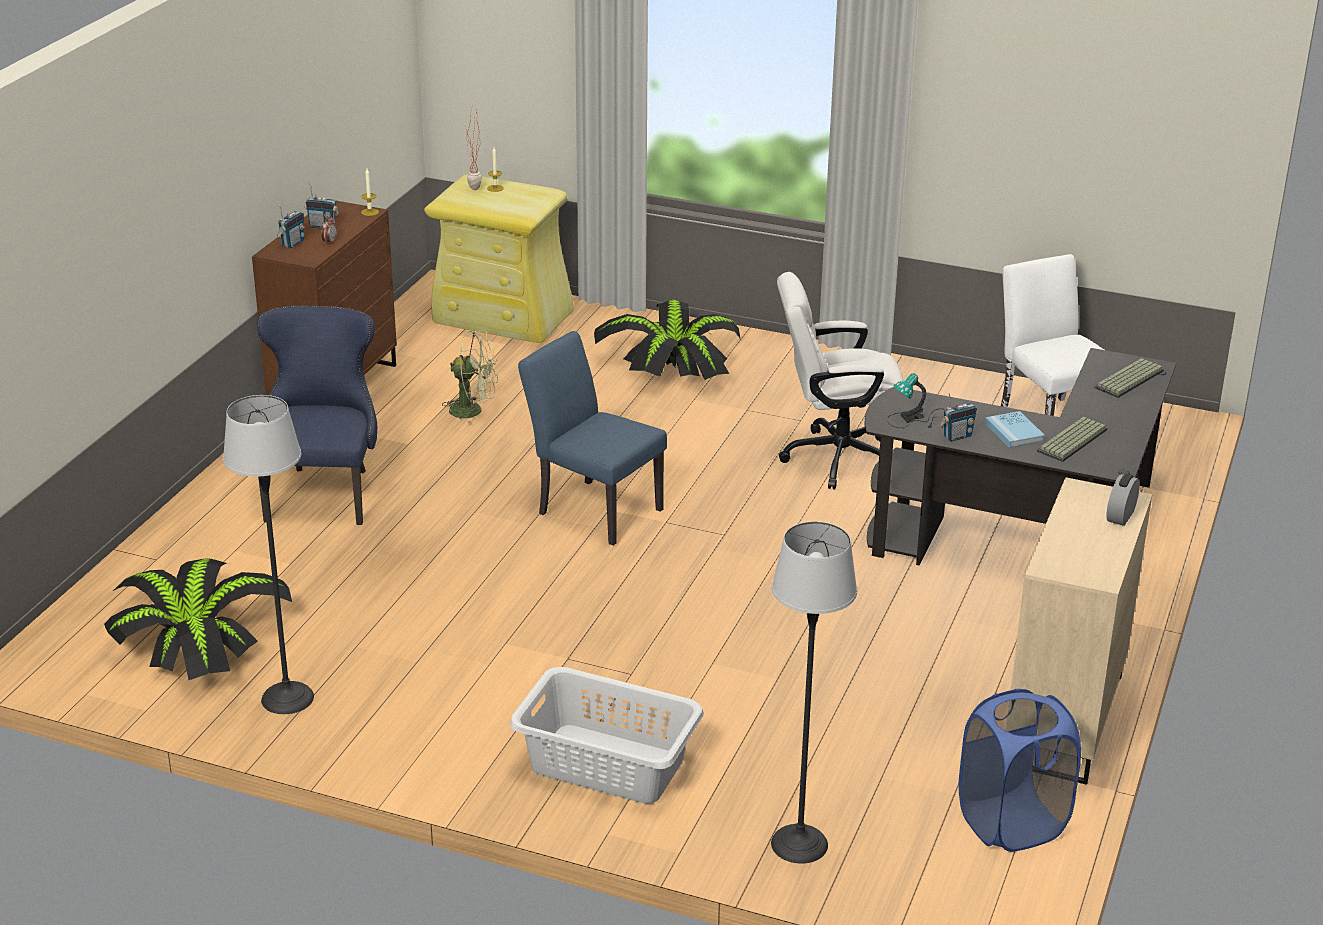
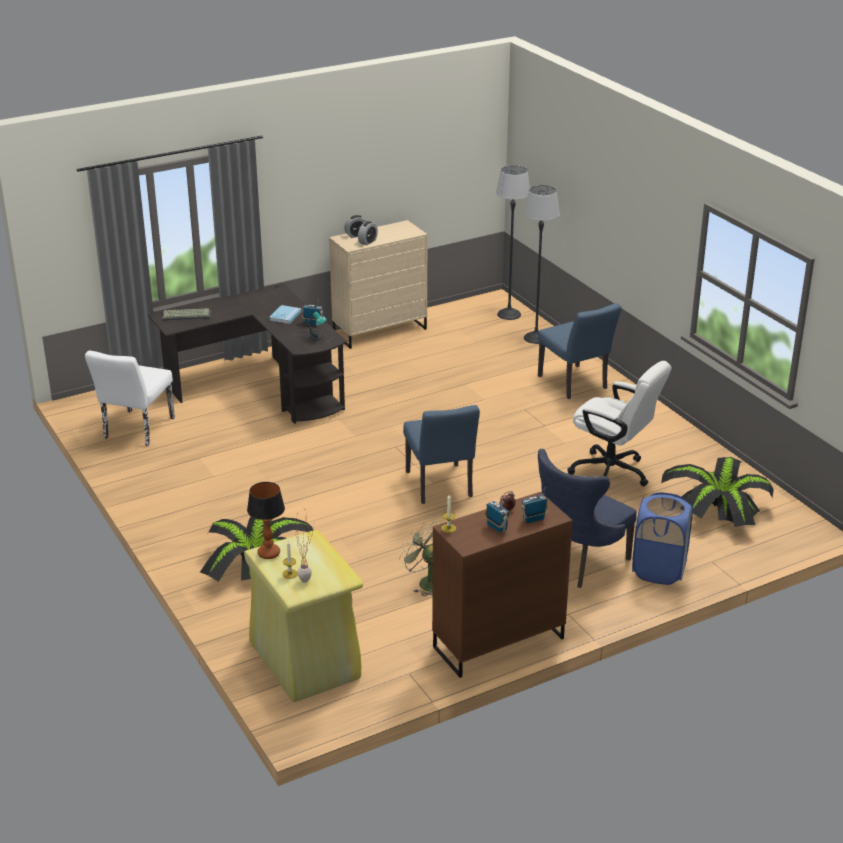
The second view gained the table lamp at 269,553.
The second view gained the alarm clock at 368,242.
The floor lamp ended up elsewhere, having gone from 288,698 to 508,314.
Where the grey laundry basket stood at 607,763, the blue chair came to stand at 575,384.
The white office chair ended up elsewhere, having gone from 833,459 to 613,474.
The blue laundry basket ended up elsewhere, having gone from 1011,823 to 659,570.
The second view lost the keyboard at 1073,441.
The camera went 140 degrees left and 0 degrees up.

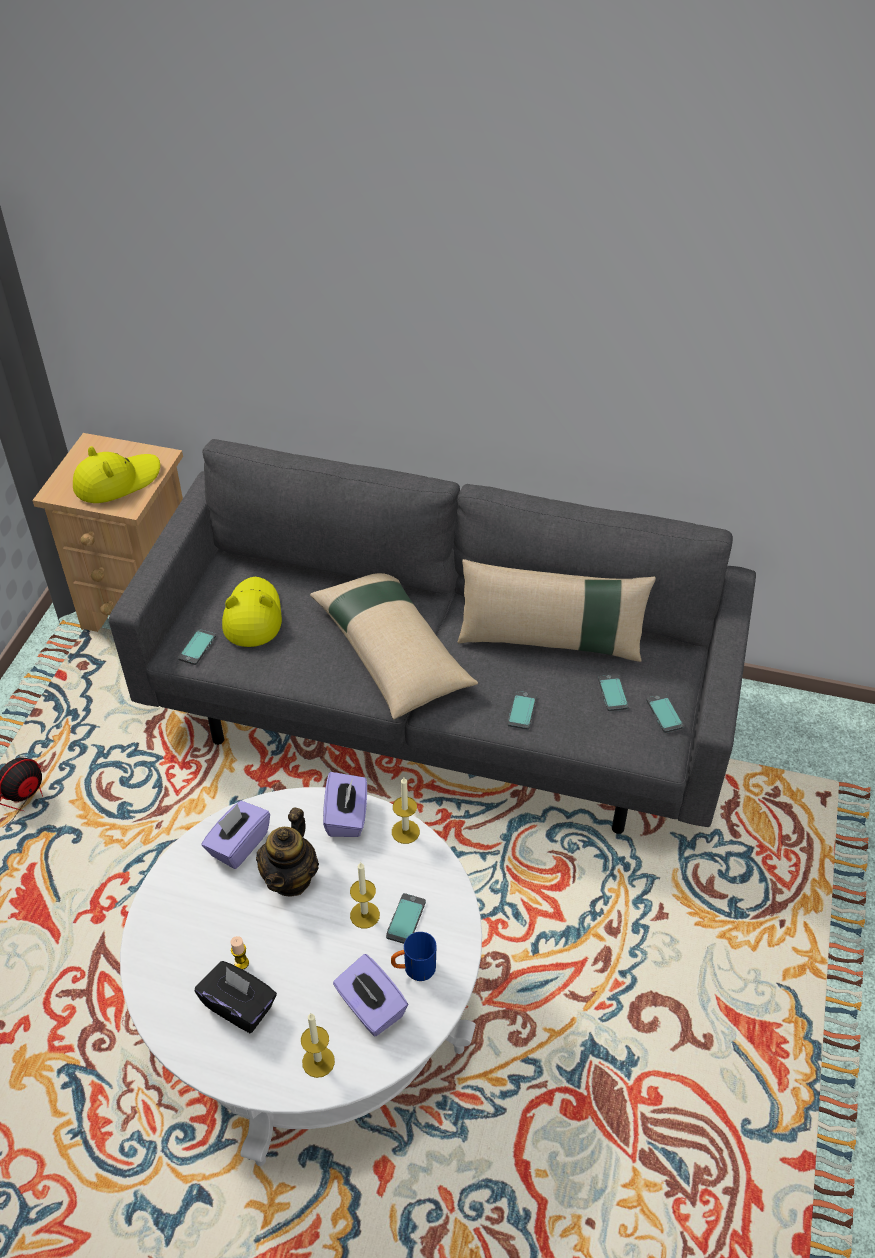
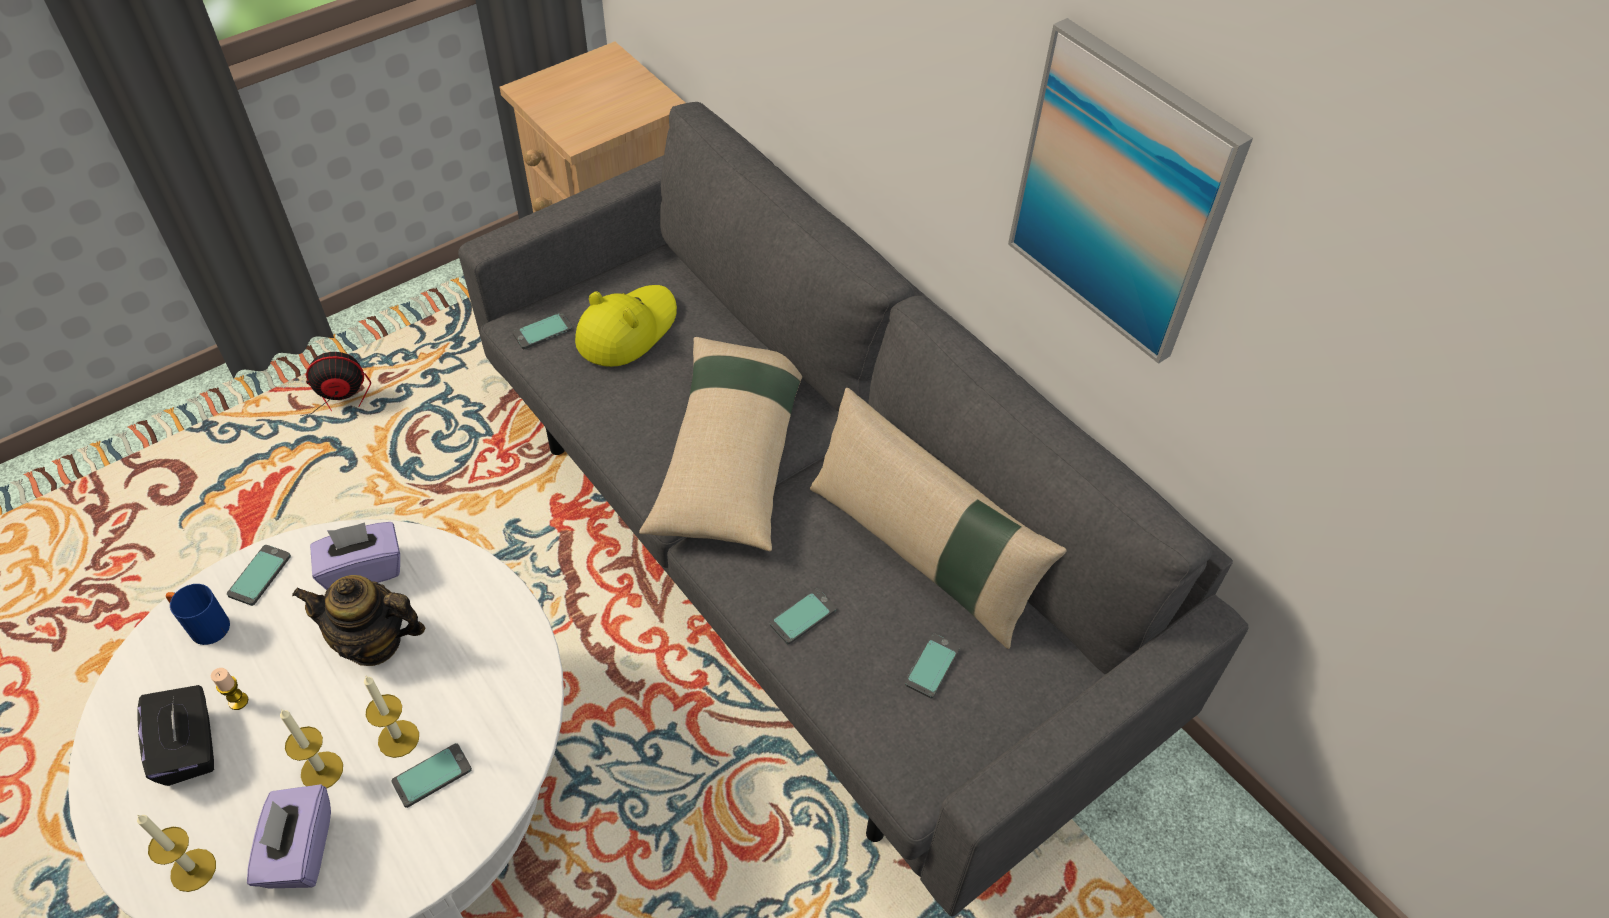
The blue mug ended up elsewhere, having gone from 413,969 to 203,626.
The phone ended up elsewhere, having gone from 664,714 to 259,575.
The candle ended up elsewhere, having gone from 405,831 to 322,770.
The teapot at 291,878 ended up facing another way, 45 degrees clockwise from before.
The second view gained the picture at 1121,194.
The second view lost the yellow hat at 117,481.
The second view lost the purple tissue box at 347,817.
The camera went 35 degrees right and 5 degrees up.

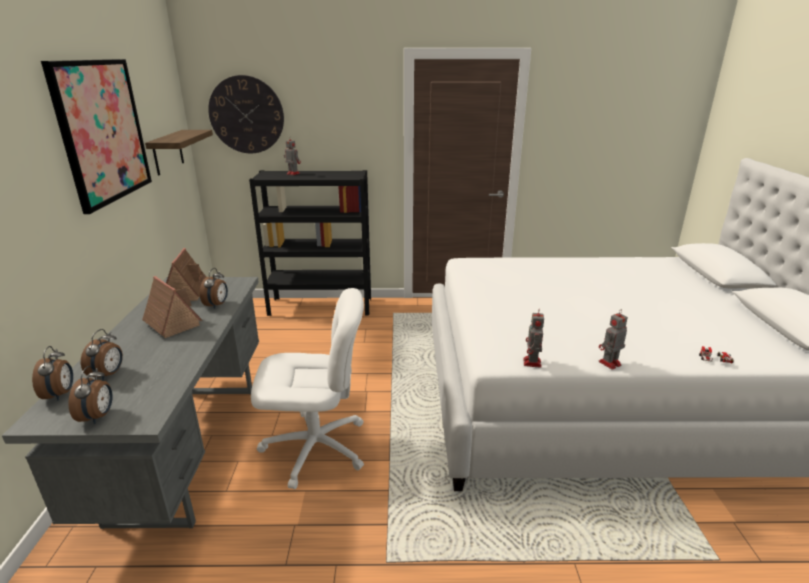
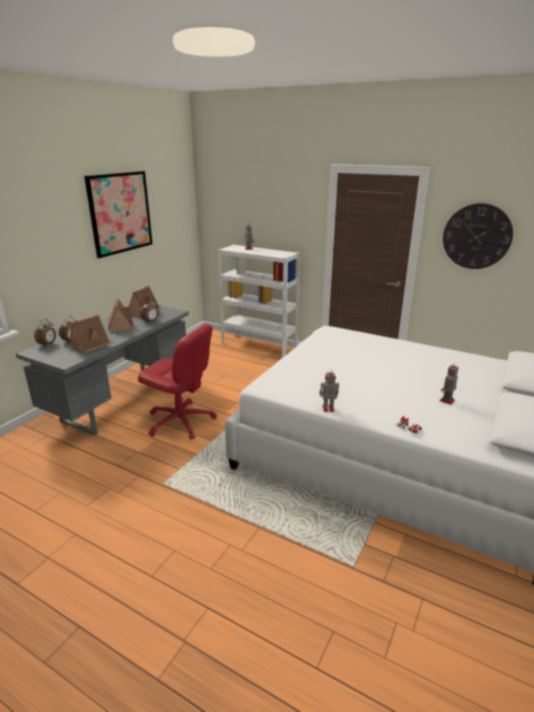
The second view gained the toy house at 92,345.
What was the white office chair at 316,447 turned into the red office chair at 180,421.
What was the black bookcase at 321,306 turned into the white bookcase at 259,346.
The toy robot ended up elsewhere, having gone from 532,363 to 446,401.
The wall clock ended up elsewhere, having gone from 246,115 to 476,236.
The second view lost the alarm clock at 98,416.
The second view lost the shelf at 168,152.
The camera went 30 degrees right and 0 degrees up.

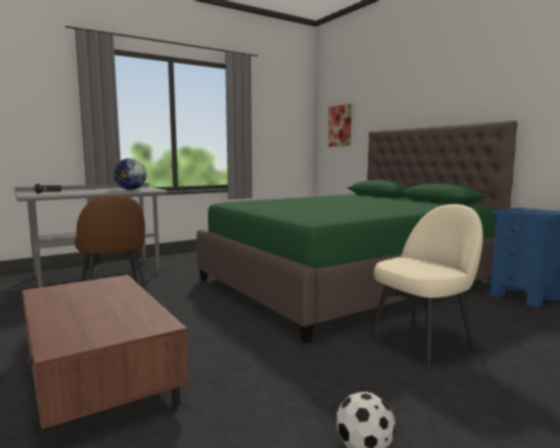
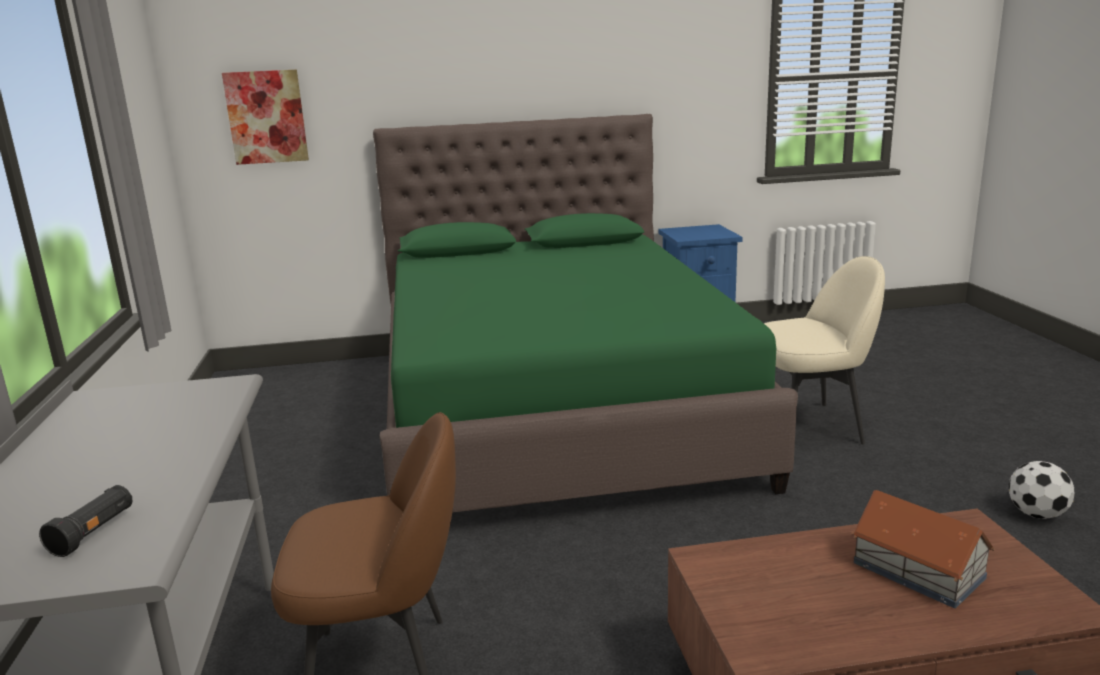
The beige chair at 422,343 ended up facing another way, 90 degrees clockwise from before.
The second view gained the toy house at 919,571.
The second view lost the globe at 130,189.
The camera went 65 degrees left and 10 degrees up.

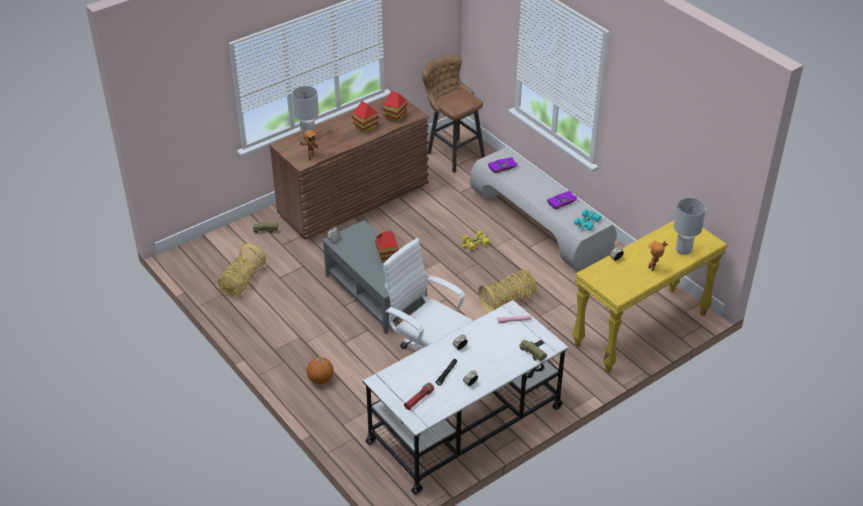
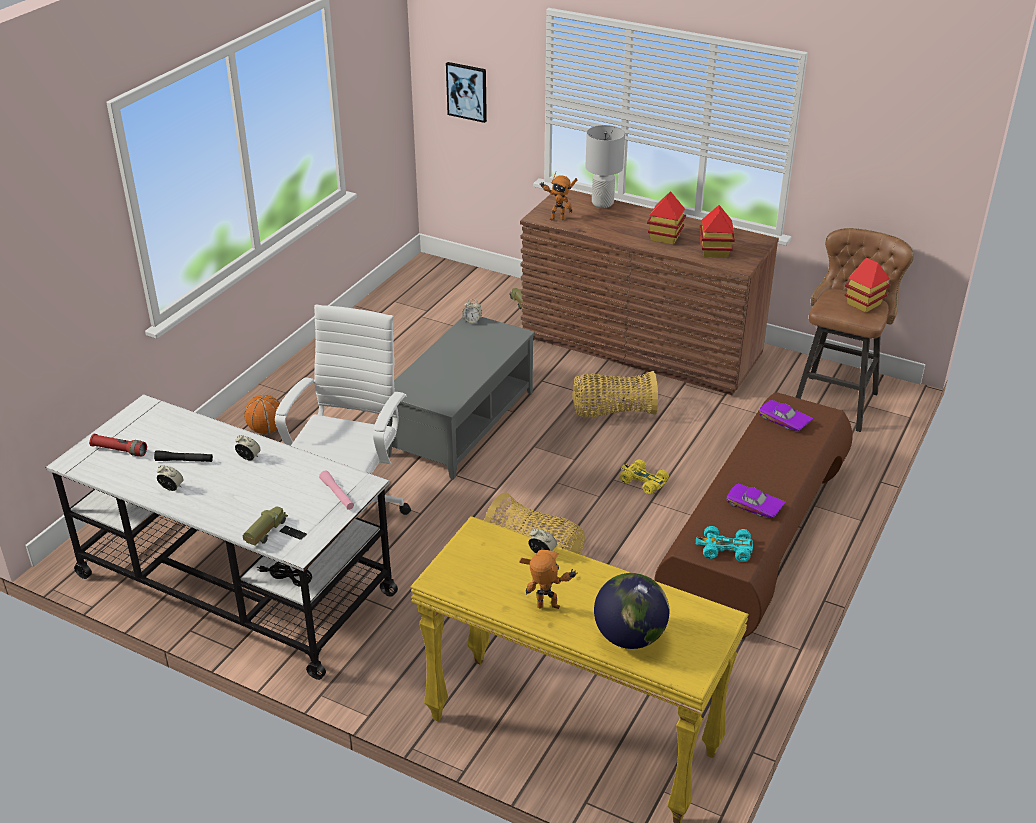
The second view gained the picture at 467,91.
The basket ended up elsewhere, having gone from 242,281 to 612,412.
Where the grey table lamp stood at 683,251, the globe came to stand at 630,636.
What was the grey bench at 540,222 turned into the brown bench at 756,534.
The toy house ended up elsewhere, having gone from 387,256 to 863,304.
The camera went 65 degrees right and 5 degrees down.

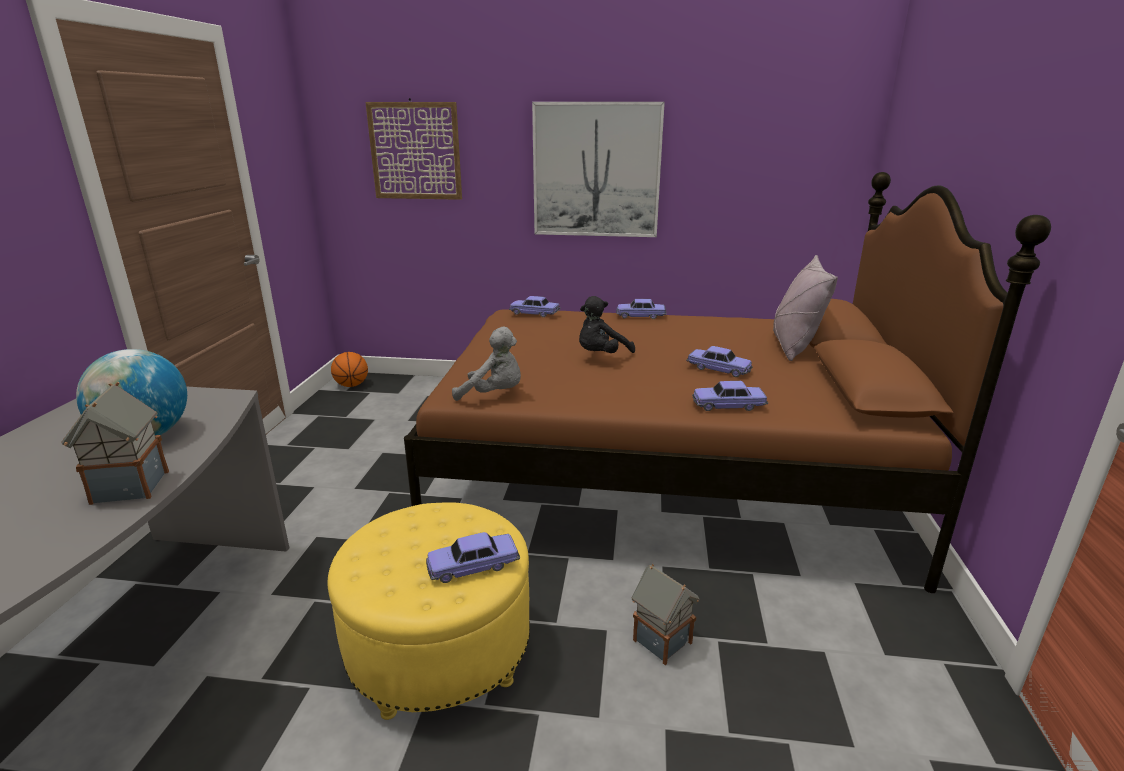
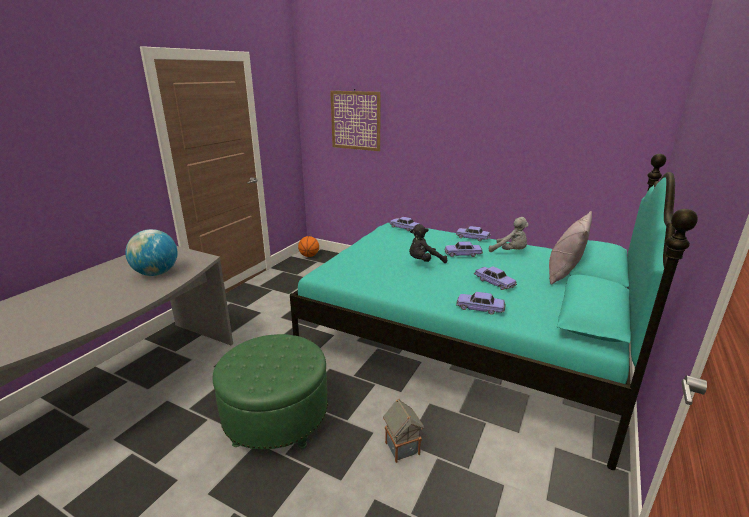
What was the yellow ottoman at 440,653 turned into the green ottoman at 277,420.
What was the brown bed at 662,476 turned into the turquoise bed at 463,346.
The toy car ended up elsewhere, having gone from 473,566 to 463,254.
The grey plush toy ended up elsewhere, having gone from 494,394 to 510,252.
The second view lost the toy house at 130,488.
The second view lost the picture at 596,170.
The camera went 20 degrees right and 0 degrees up.

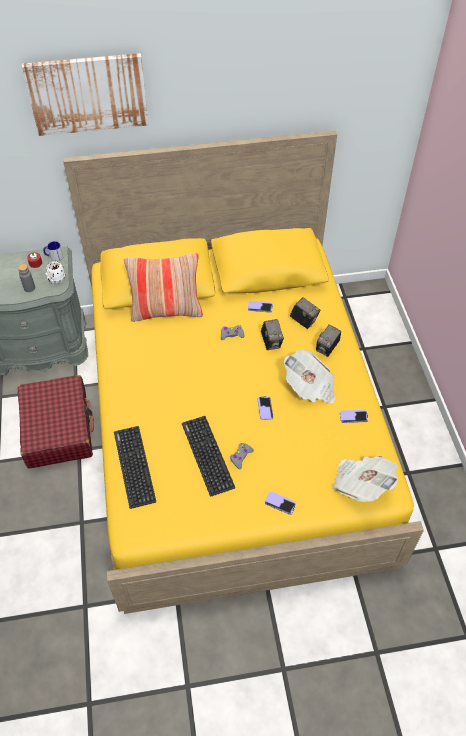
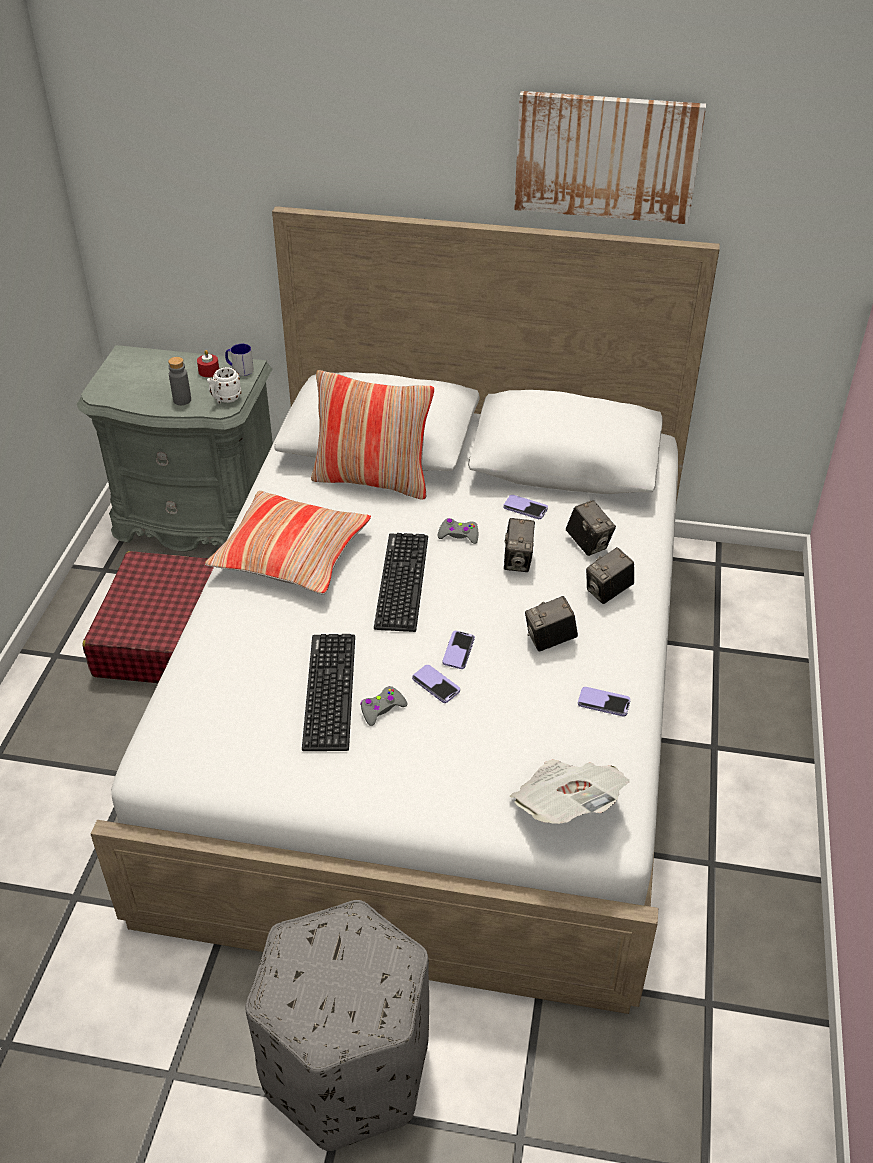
What was the yellow bed at 233,425 turned into the white bed at 438,705.
The second view gained the pillow at 291,555.
The second view gained the grey ottoman at 348,1068.
The keyboard ended up elsewhere, having gone from 134,466 to 402,582.
The phone ended up elsewhere, having gone from 280,503 to 436,685.
The picture ended up elsewhere, having gone from 88,94 to 606,156.
Where the newspaper stood at 310,387, the photo camera came to stand at 550,640.
The camera went 20 degrees right and 10 degrees down.

